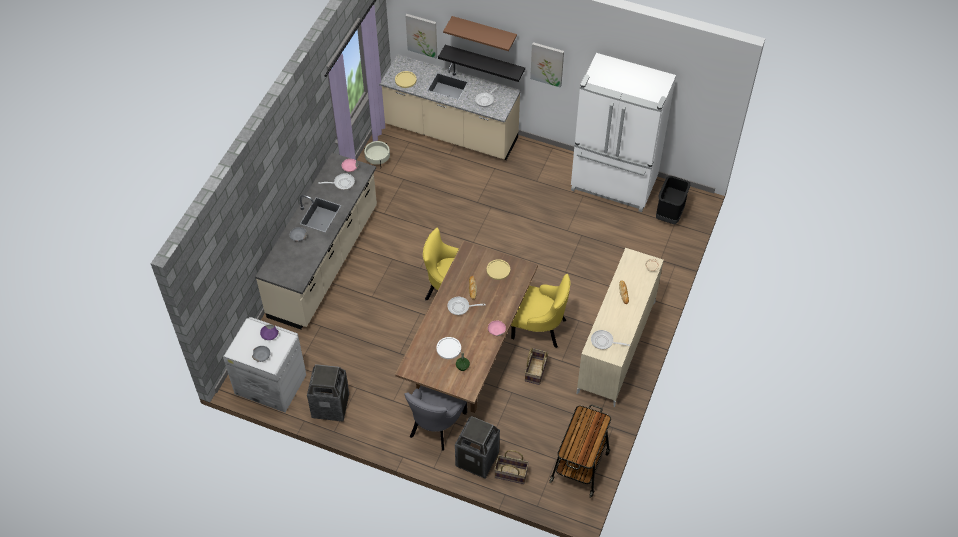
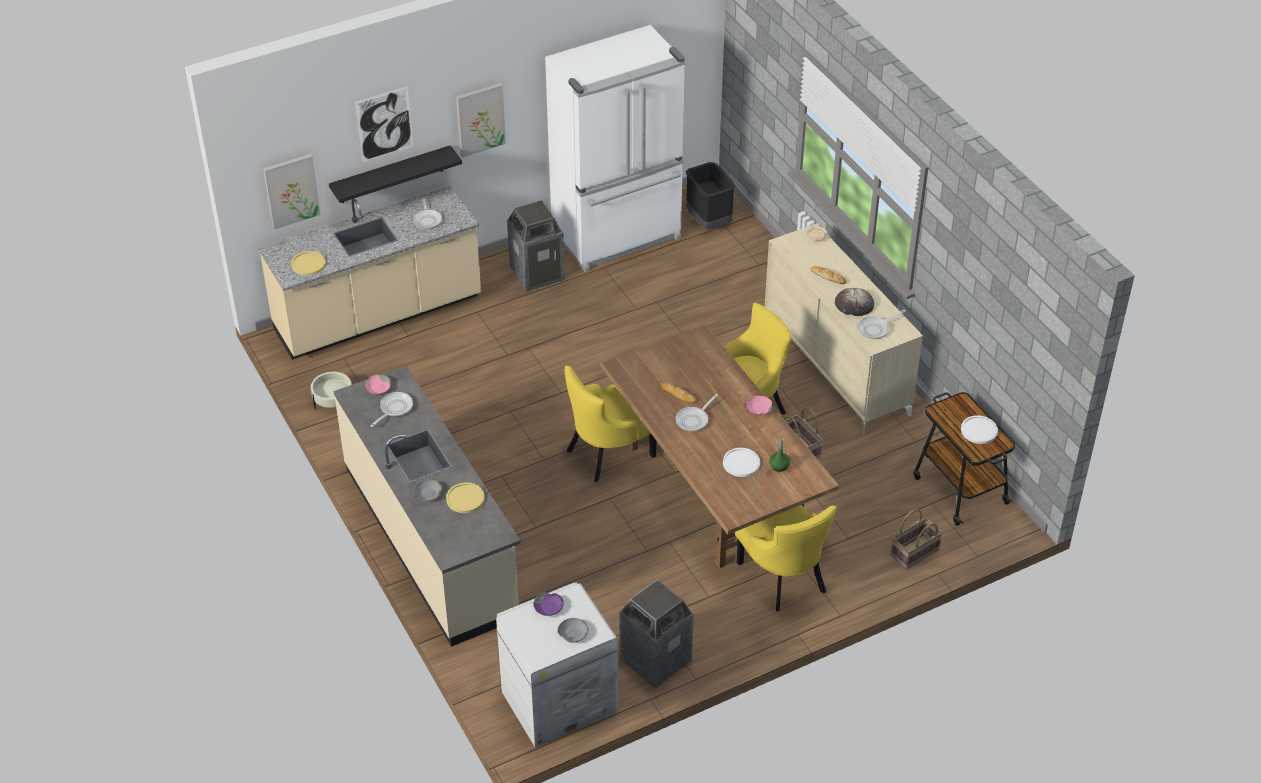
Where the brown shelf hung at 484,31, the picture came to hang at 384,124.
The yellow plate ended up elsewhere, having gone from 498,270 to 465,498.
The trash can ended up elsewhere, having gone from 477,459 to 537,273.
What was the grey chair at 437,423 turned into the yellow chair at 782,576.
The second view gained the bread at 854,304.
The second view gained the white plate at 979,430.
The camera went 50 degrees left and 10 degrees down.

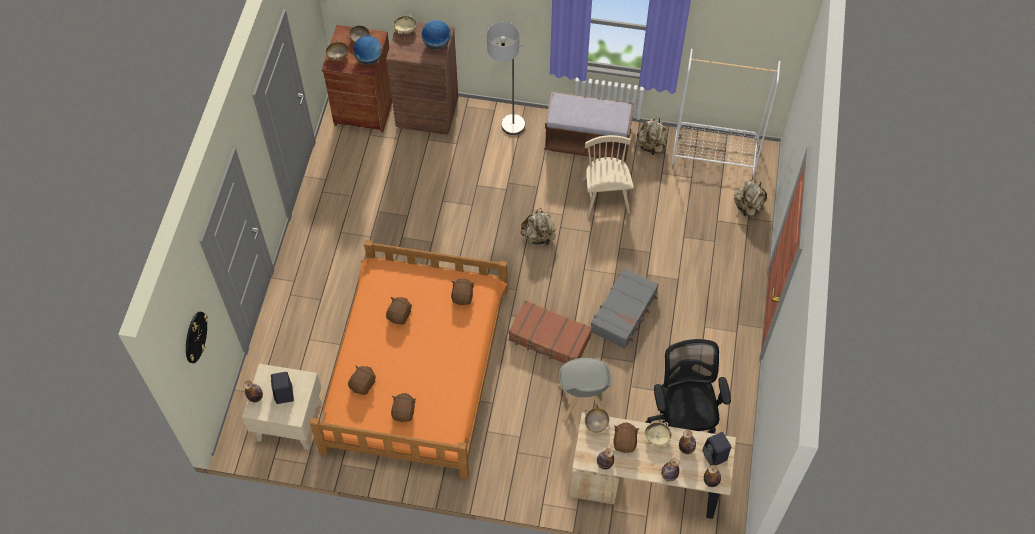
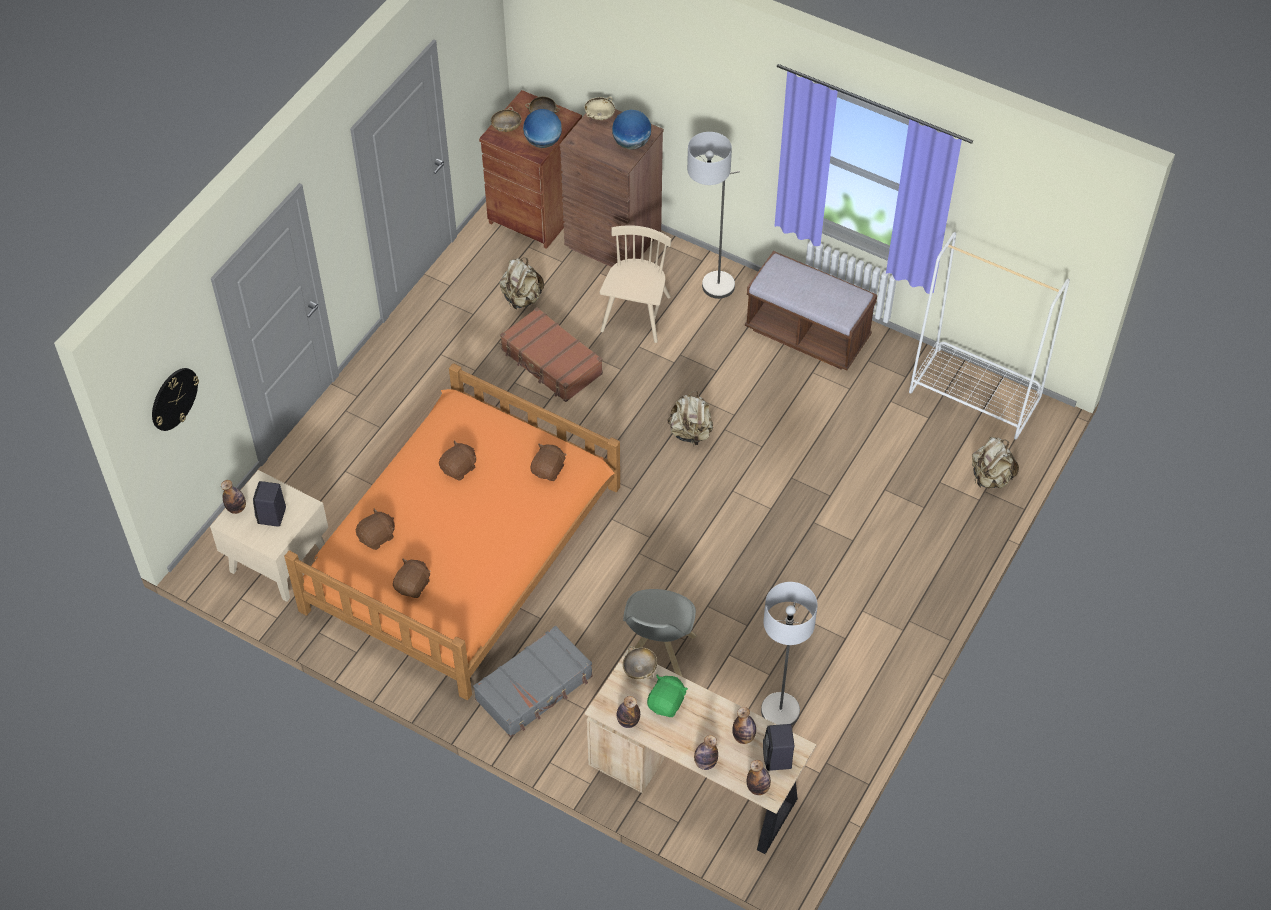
The grey suitcase ended up elsewhere, having gone from 624,312 to 535,688.
The beige backpack ended up elsewhere, having gone from 651,146 to 521,298.
The brown suitcase ended up elsewhere, having gone from 549,339 to 551,362.
The beige chair ended up elsewhere, having gone from 605,196 to 636,314.
What was the brown plush toy at 625,442 turned into the green plush toy at 666,703.
Where the black office chair stood at 682,422, the grey floor lamp came to stand at 778,721.
The second view lost the beige bowl at 657,437.
The camera went 20 degrees right and 5 degrees down.

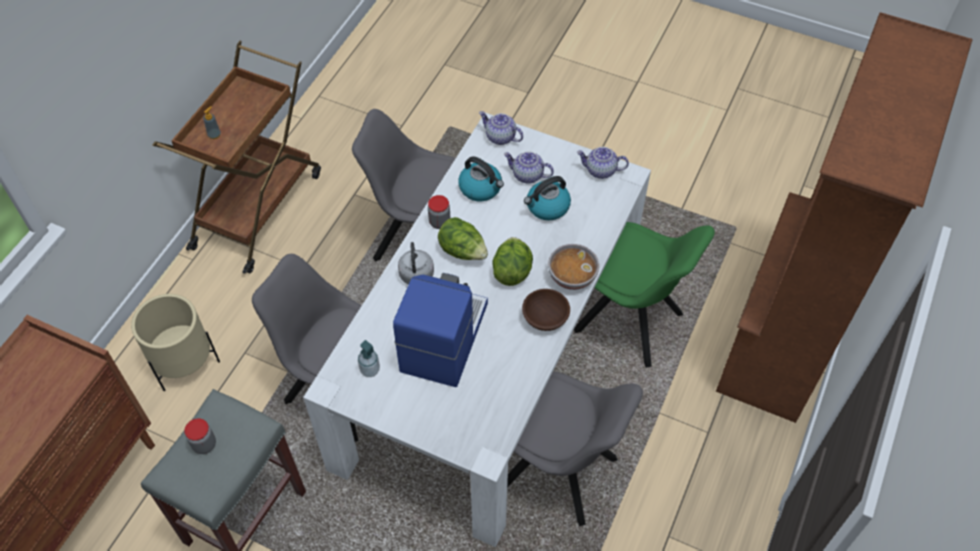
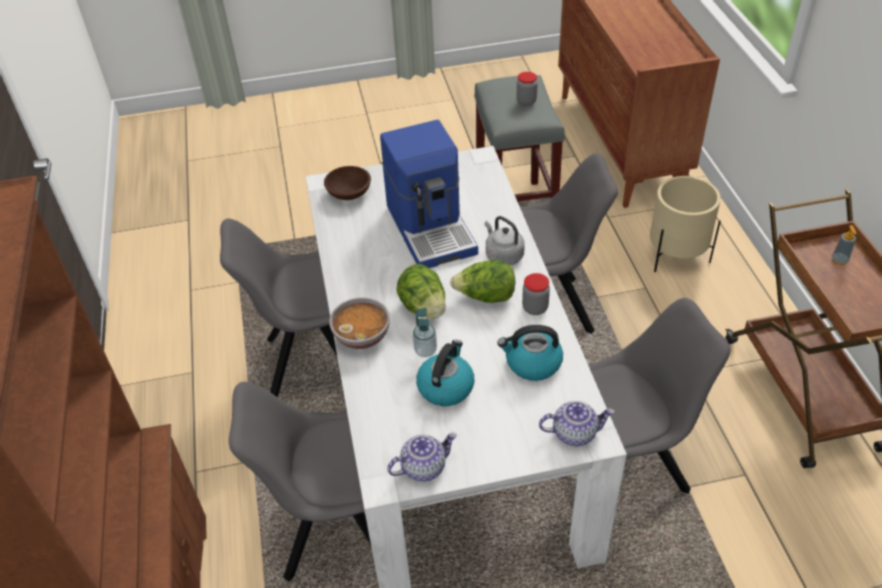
What was the green chair at 630,322 turned into the grey chair at 338,531.
The brown bowl ended up elsewhere, having gone from 545,318 to 349,192.
The soap dispenser ended up elsewhere, having gone from 370,370 to 425,350.
The second view lost the teapot at 527,175.
The camera went 145 degrees right and 10 degrees down.

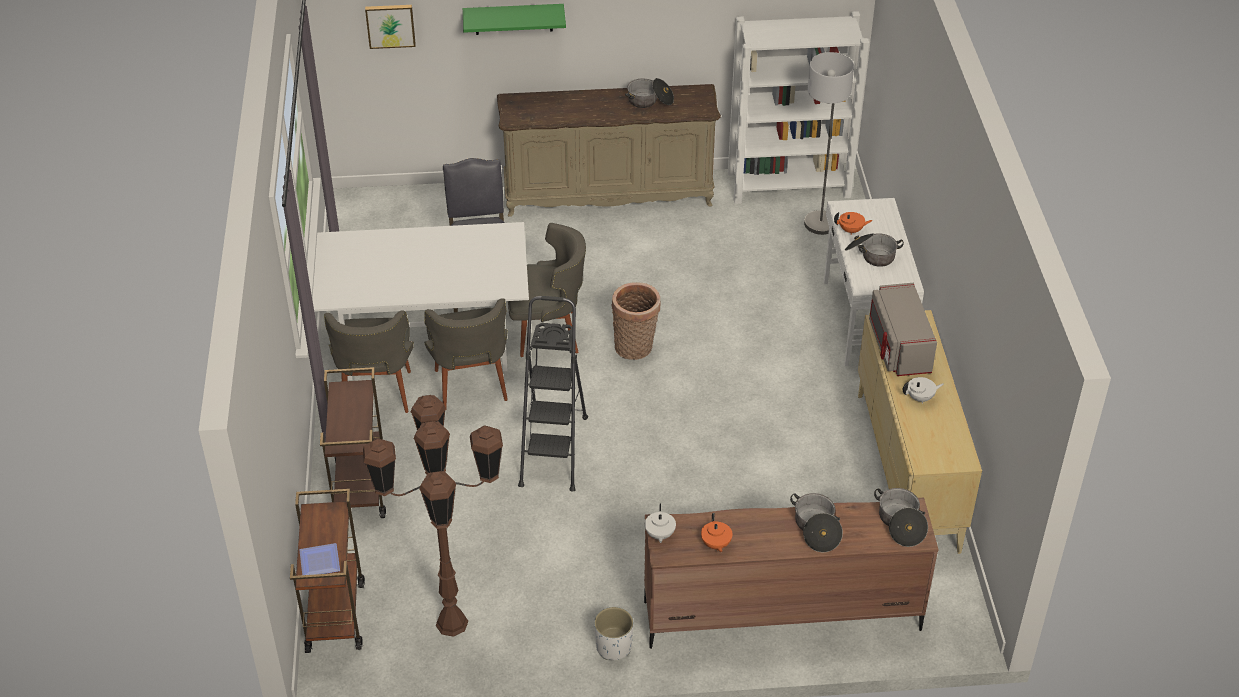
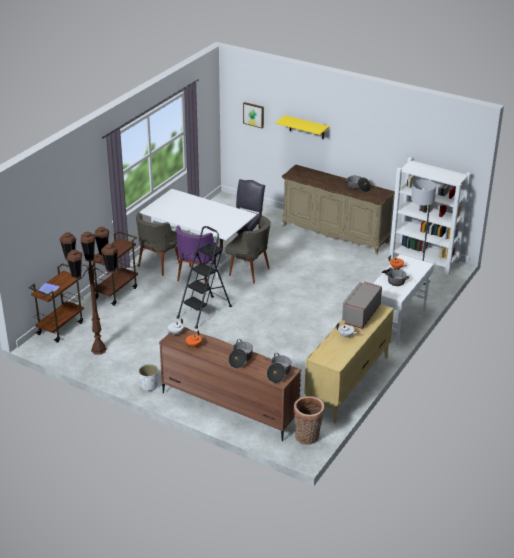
What was the grey chair at 471,385 turned into the purple chair at 198,277.
What was the green shelf at 513,19 turned into the yellow shelf at 306,127.
The basket ended up elsewhere, having gone from 636,348 to 307,438.
The camera went 35 degrees right and 10 degrees down.

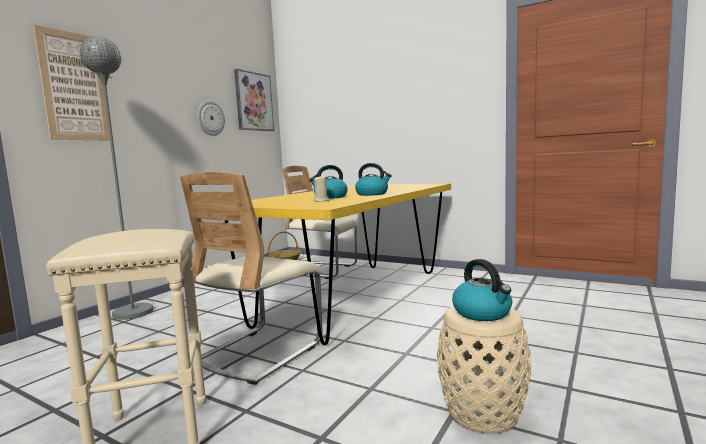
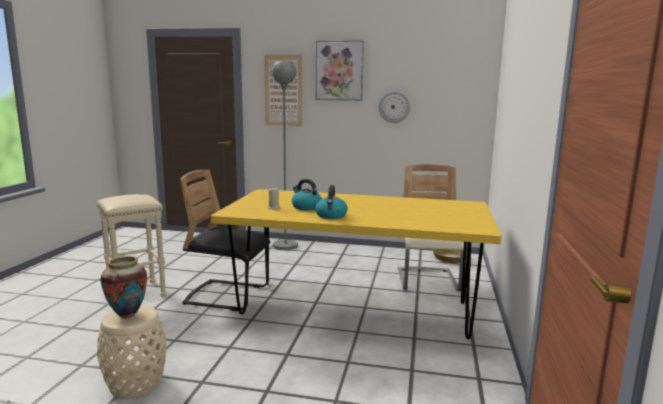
Where the kettle stood at 483,313, the vase came to stand at 127,315.
What was the beige chair at 260,352 turned into the black chair at 227,296.
The picture ended up elsewhere, having gone from 253,102 to 339,70.
The camera went 70 degrees right and 5 degrees up.

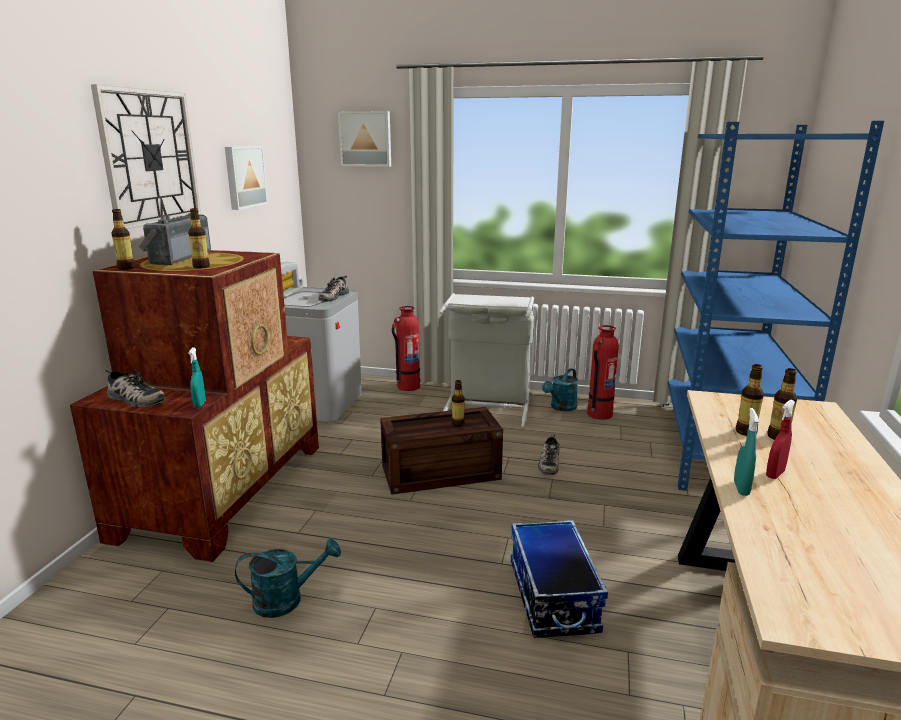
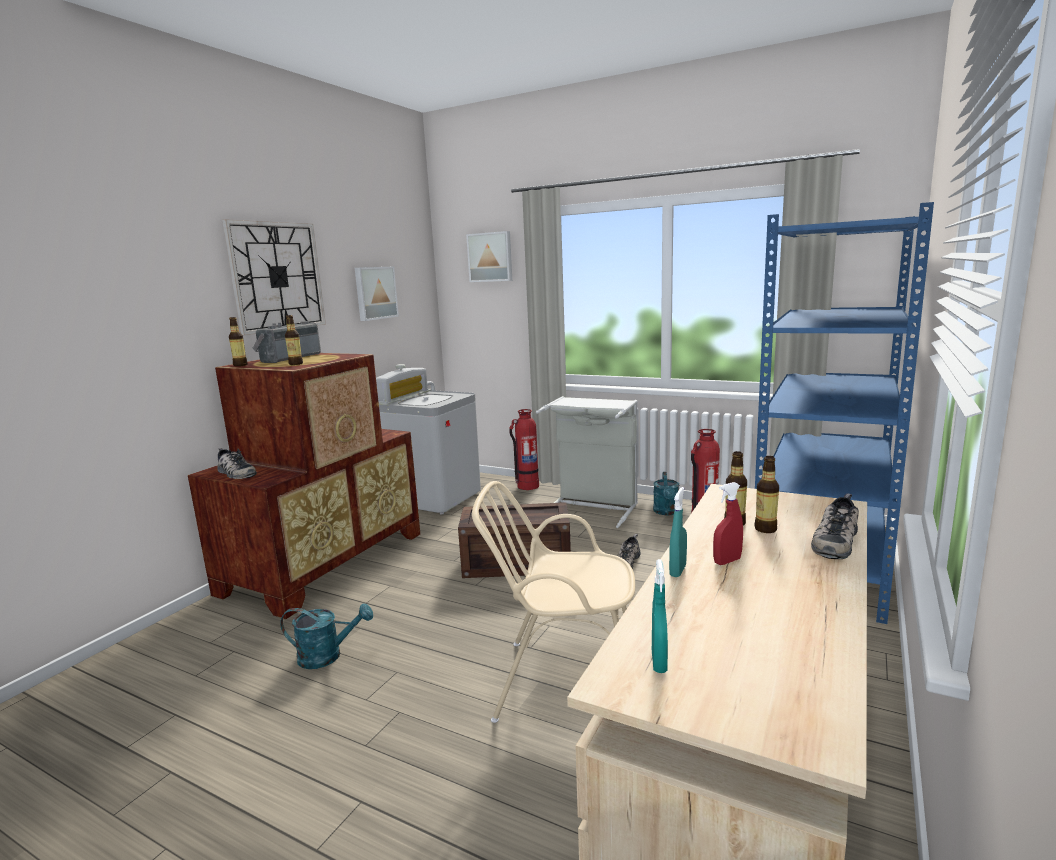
Where the storage box stood at 551,596, the beige chair came to stand at 562,682.
The turquoise spray bottle ended up elsewhere, having gone from 199,404 to 659,662.
The turquoise watering can at 561,407 ended up facing another way, 45 degrees counterclockwise from before.
The shoe ended up elsewhere, having gone from 333,296 to 834,540.
The second view lost the bottle at 458,424.
The camera went 15 degrees right and 5 degrees down.

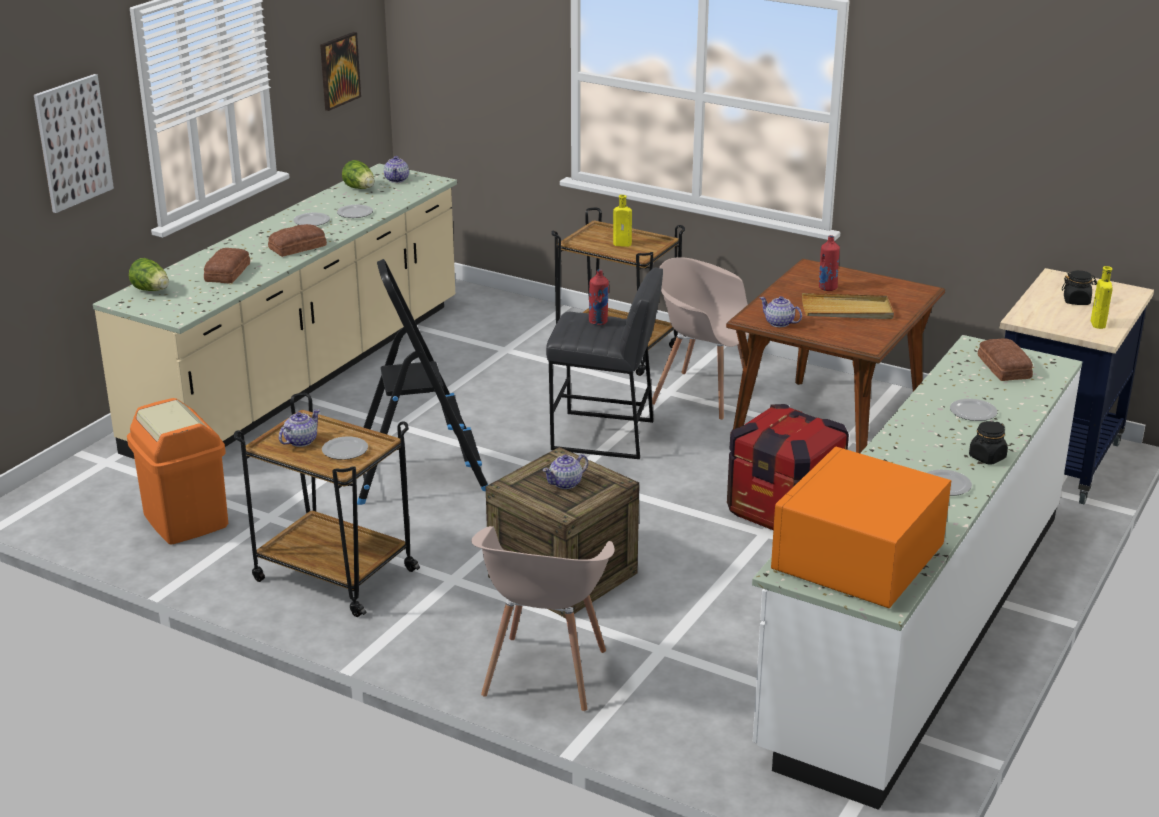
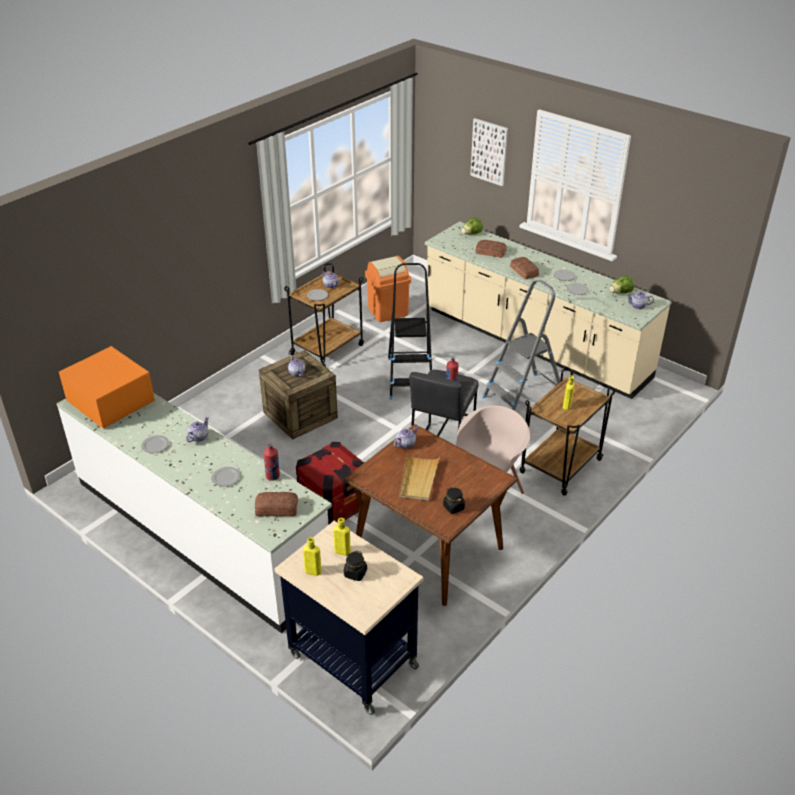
The second view gained the teapot at 198,437.
The red bottle ended up elsewhere, having gone from 827,288 to 273,476.
The second view gained the yellow bottle at 341,551.
The black jar ended up elsewhere, having gone from 987,457 to 453,507.
The second view gained the grey step ladder at 522,396.
The second view lost the picture at 339,70.
The second view lost the beige chair at 545,675.
The camera went 100 degrees right and 10 degrees up.

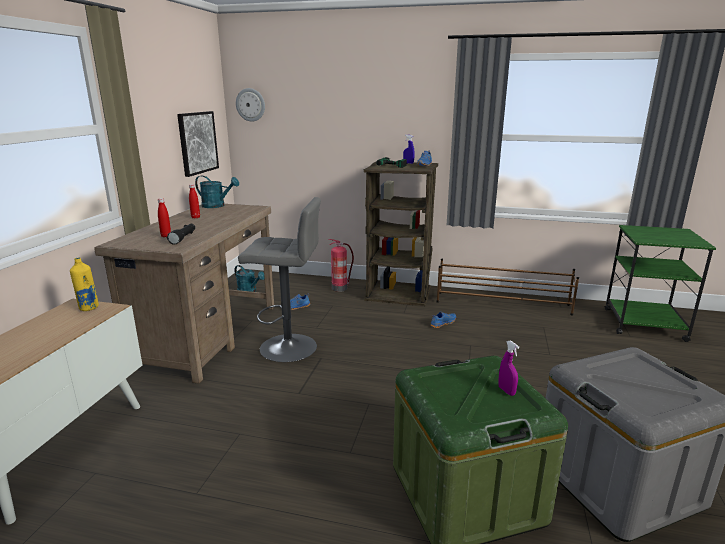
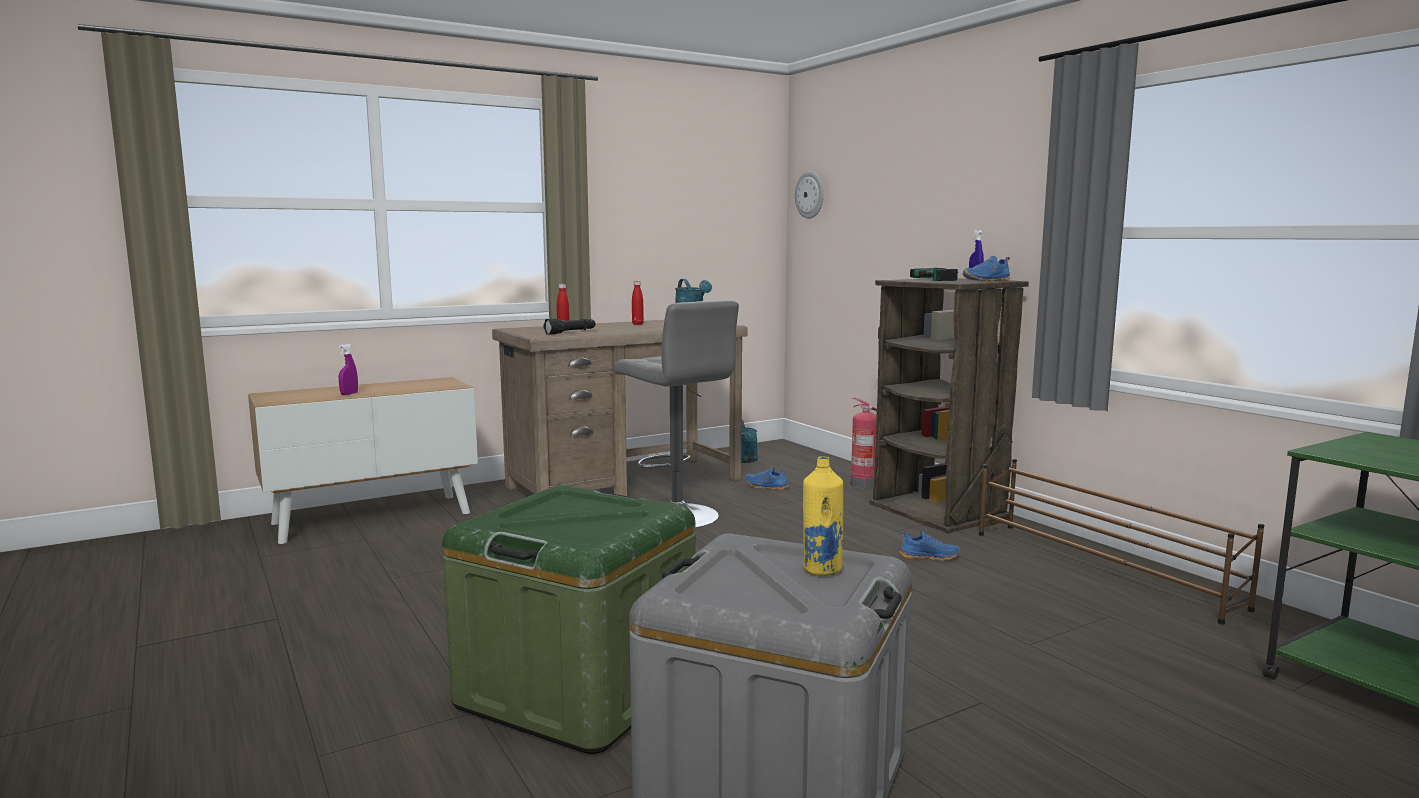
The purple spray bottle ended up elsewhere, having gone from 506,391 to 349,394.
The yellow bottle ended up elsewhere, having gone from 88,308 to 821,570.
The second view lost the picture at 197,142.
The camera went 45 degrees right and 10 degrees down.

